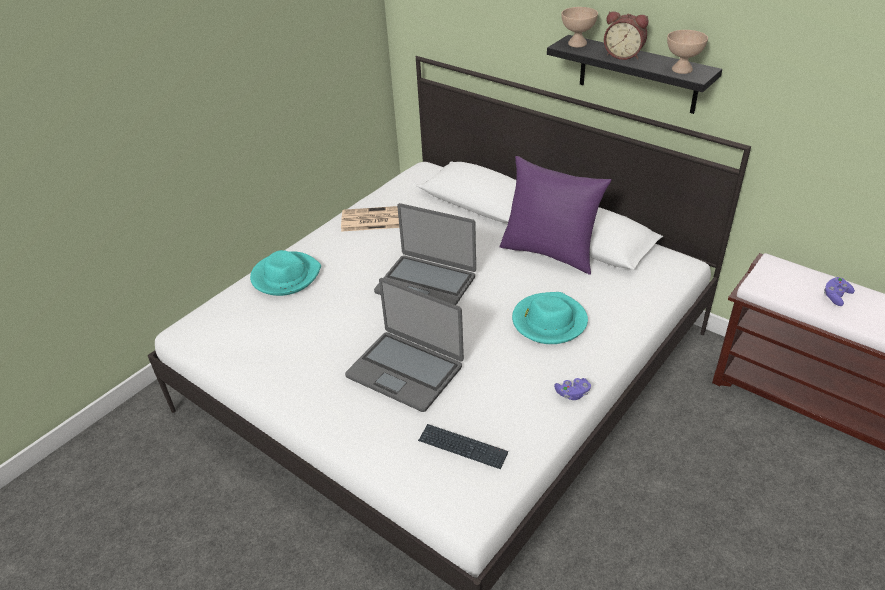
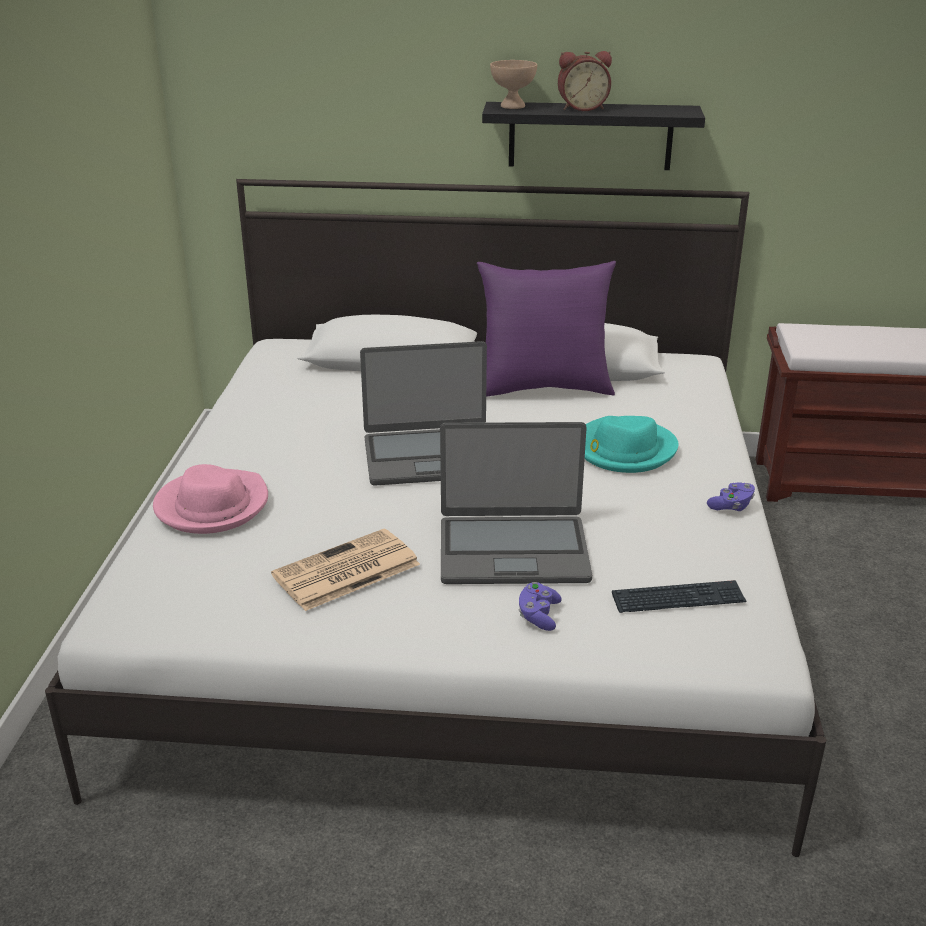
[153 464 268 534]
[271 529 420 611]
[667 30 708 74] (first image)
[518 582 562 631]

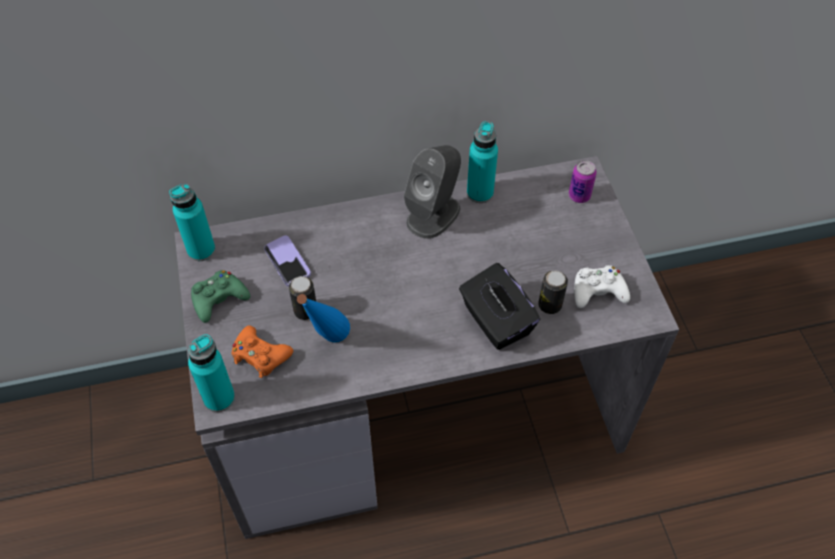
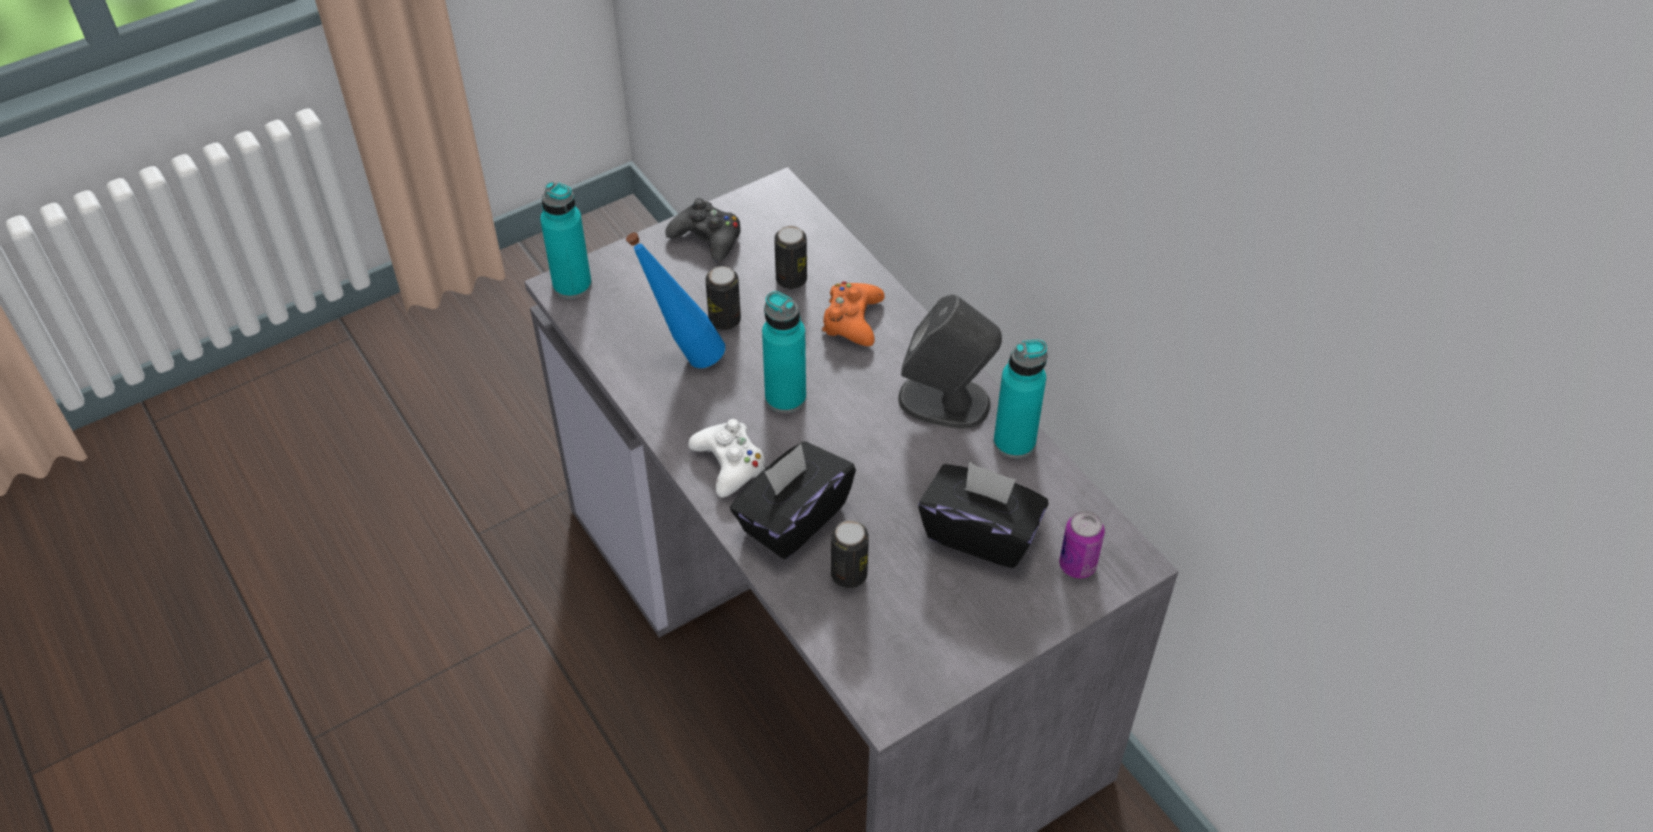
[762 291 806 413]
[665 198 741 262]
[822 281 885 346]
[774 226 807 289]
[688 419 766 497]
[918 461 1048 568]

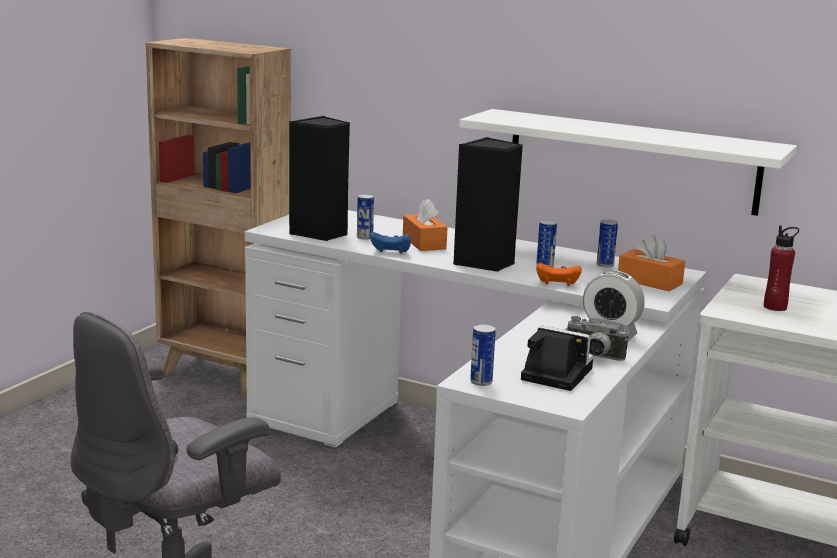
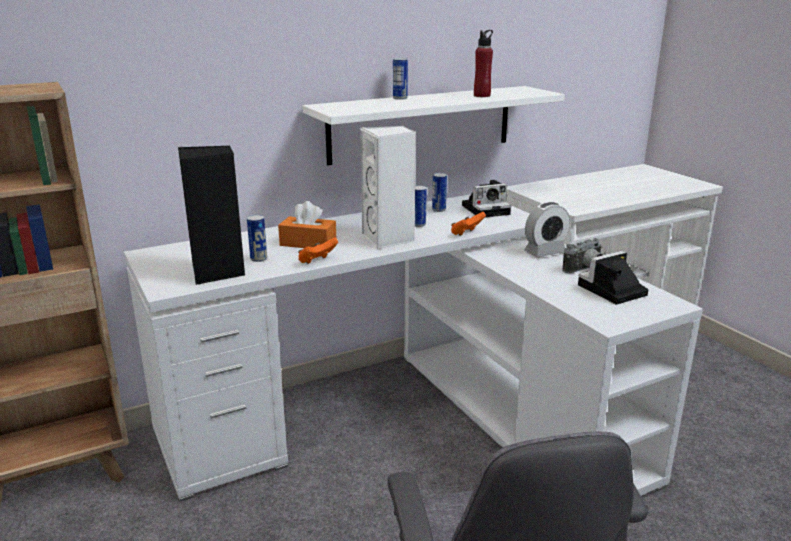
[298 238 338 264]
[360 126 416 249]
[393 58 408 100]
[462 180 511 217]
[474 30 493 97]

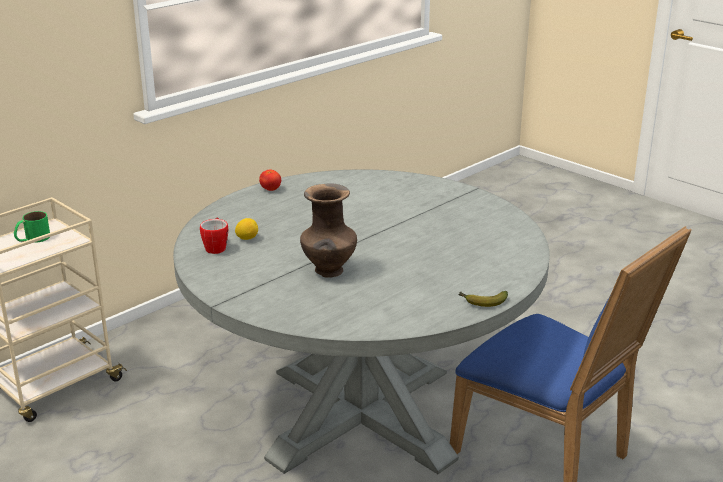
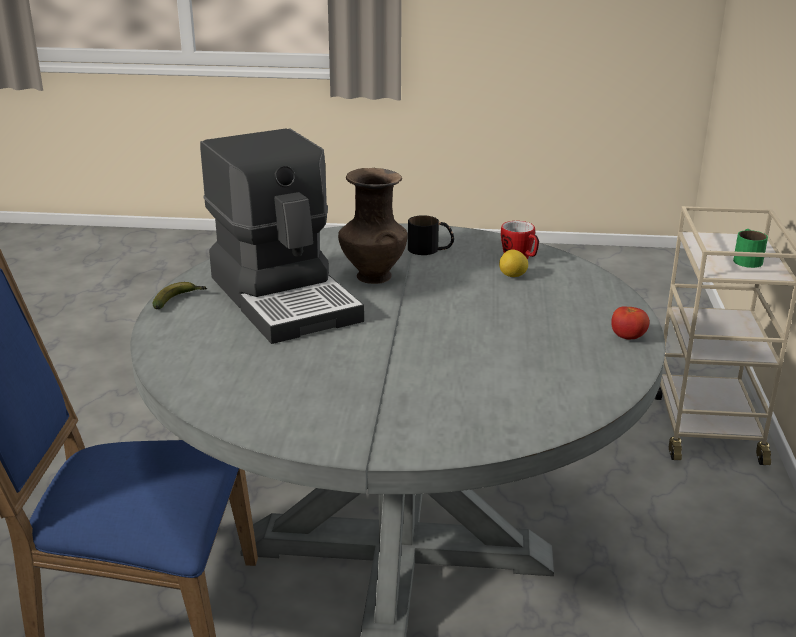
[200 129 364 344]
[408 215 454 255]

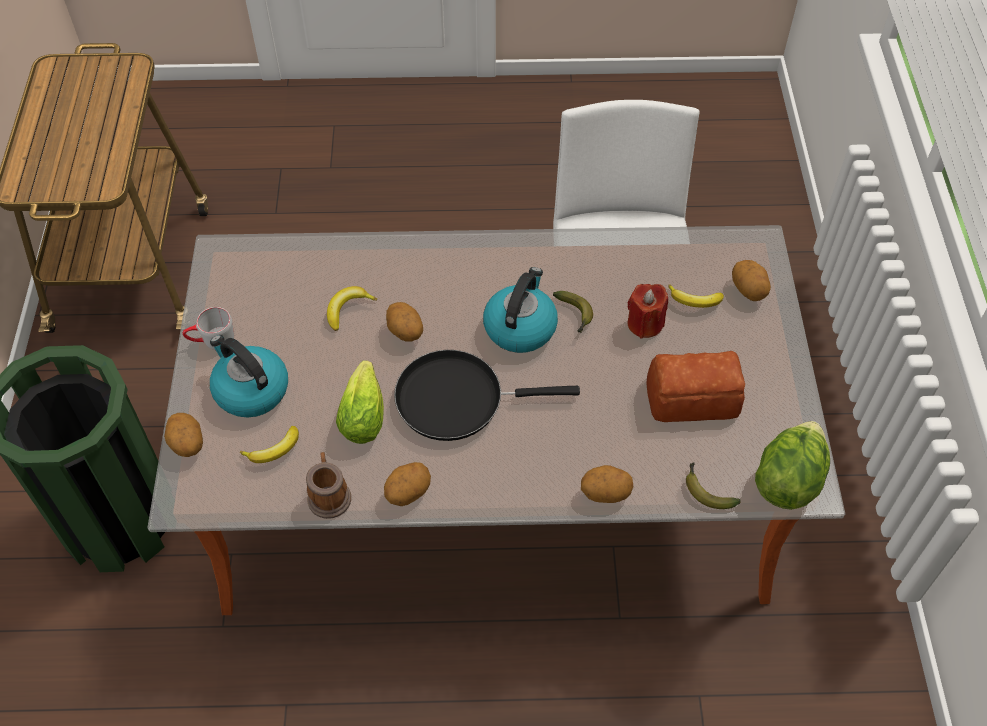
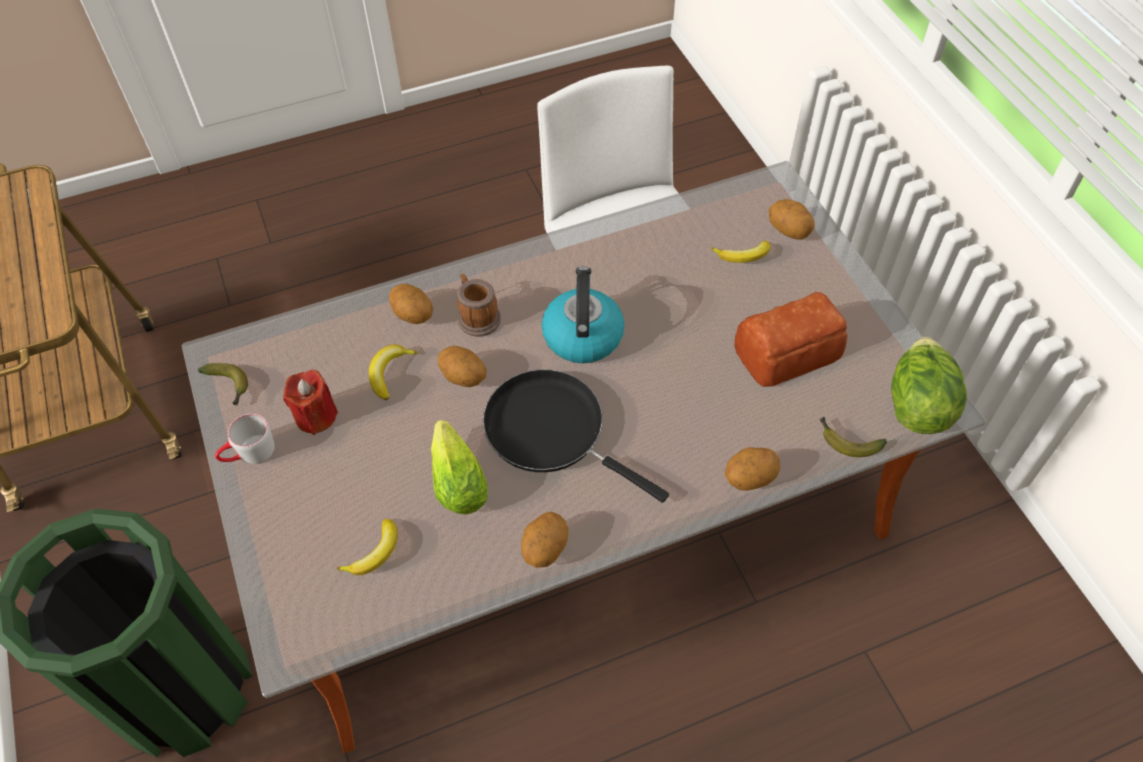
[389 284 433 324]
[210 335 288 418] (first image)
[457 274 501 337]
[483 369 669 503]
[198 363 248 406]
[283 370 338 435]

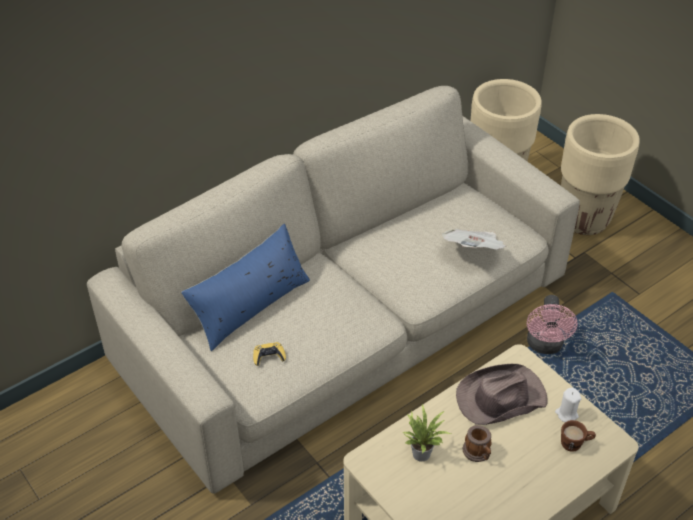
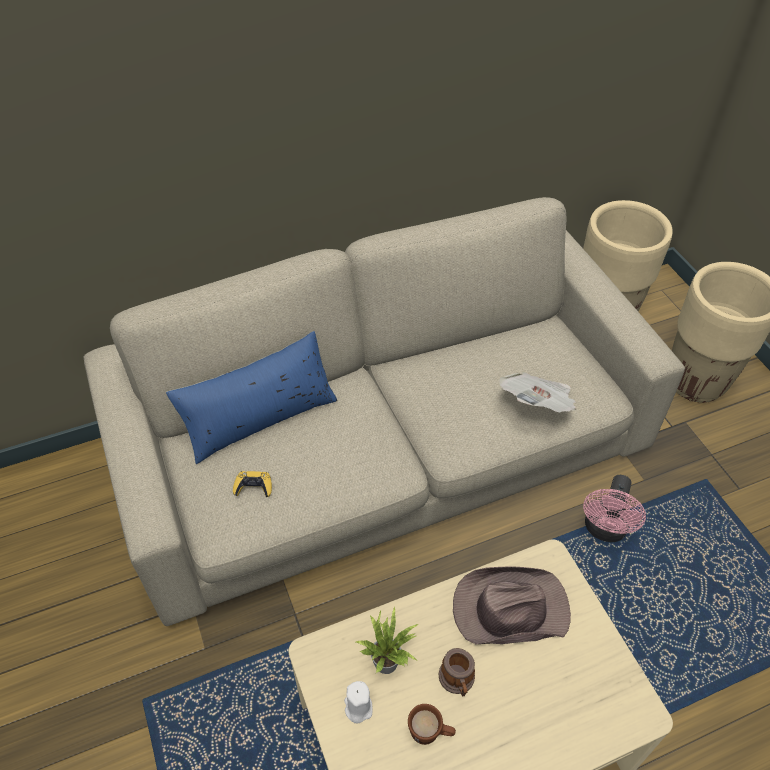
[344 681 372 724]
[408 704 456 745]

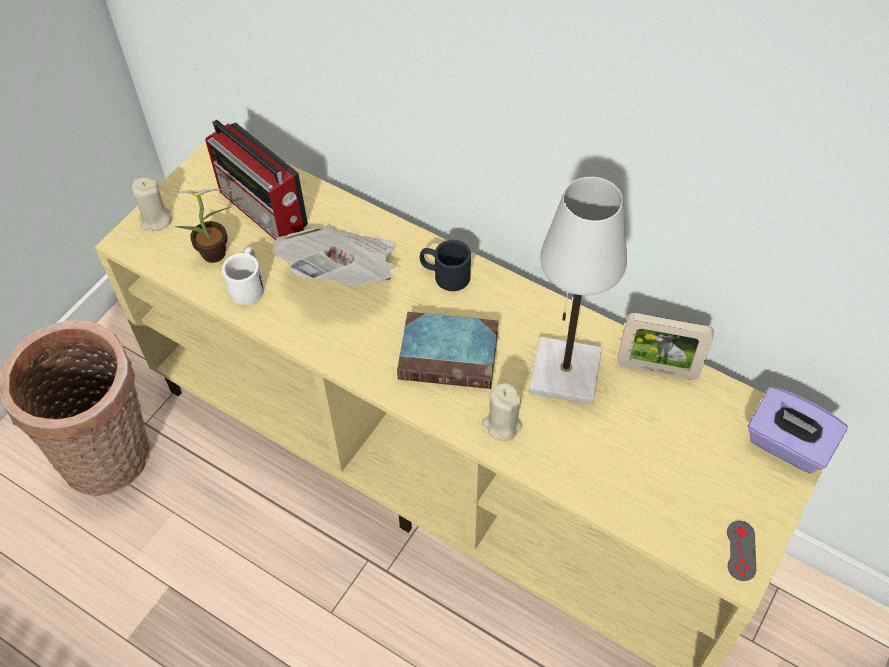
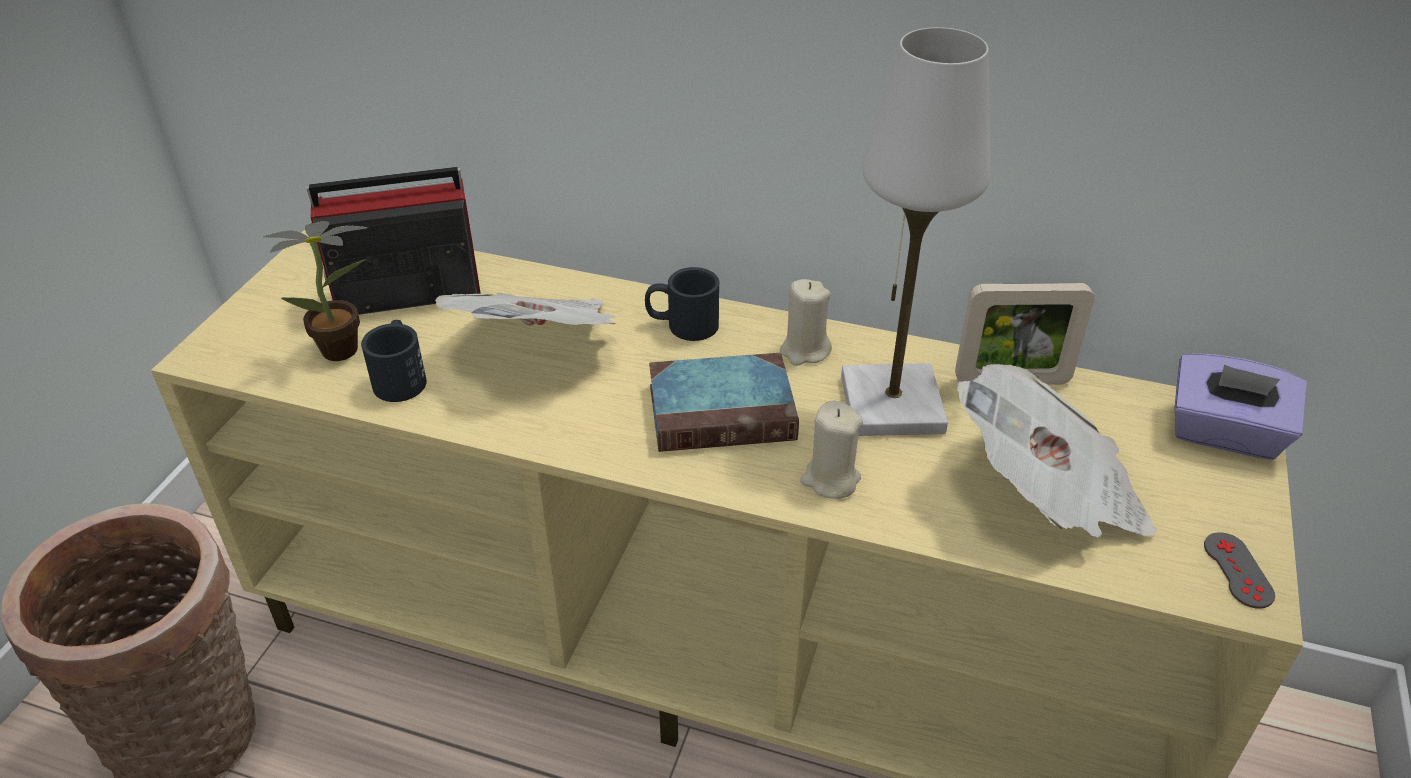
[780 279 832 366]
[307 167 481 315]
[361 320 427 402]
[957 364 1157 538]

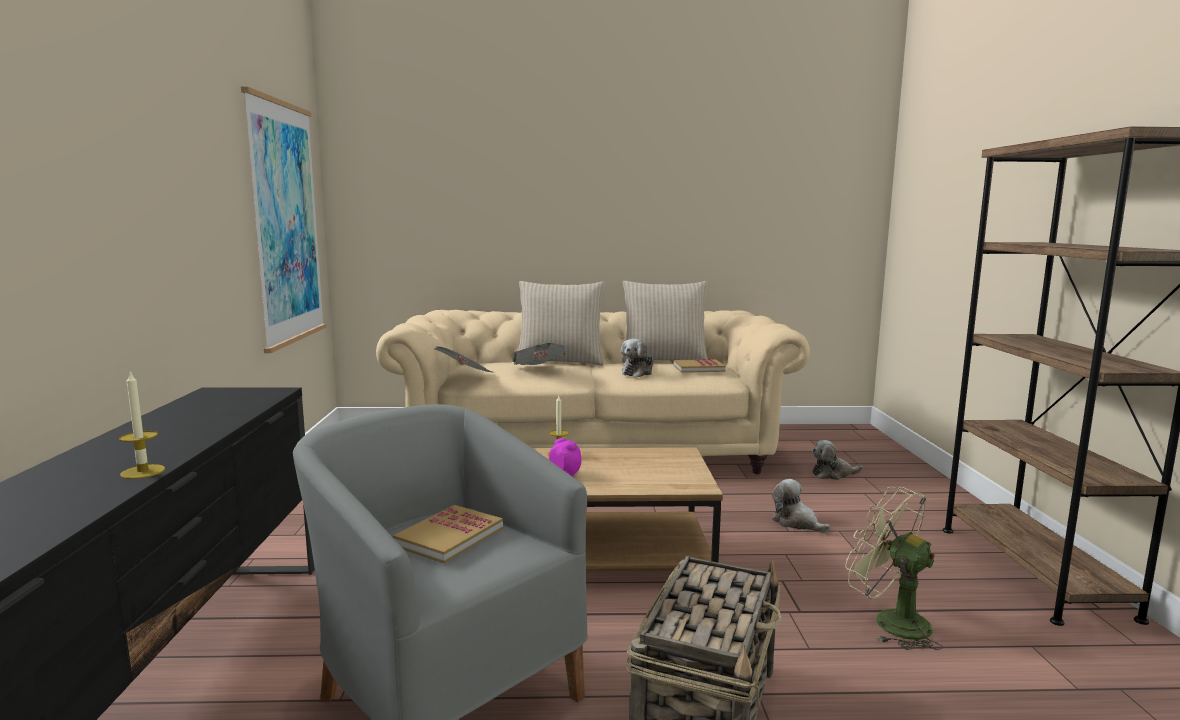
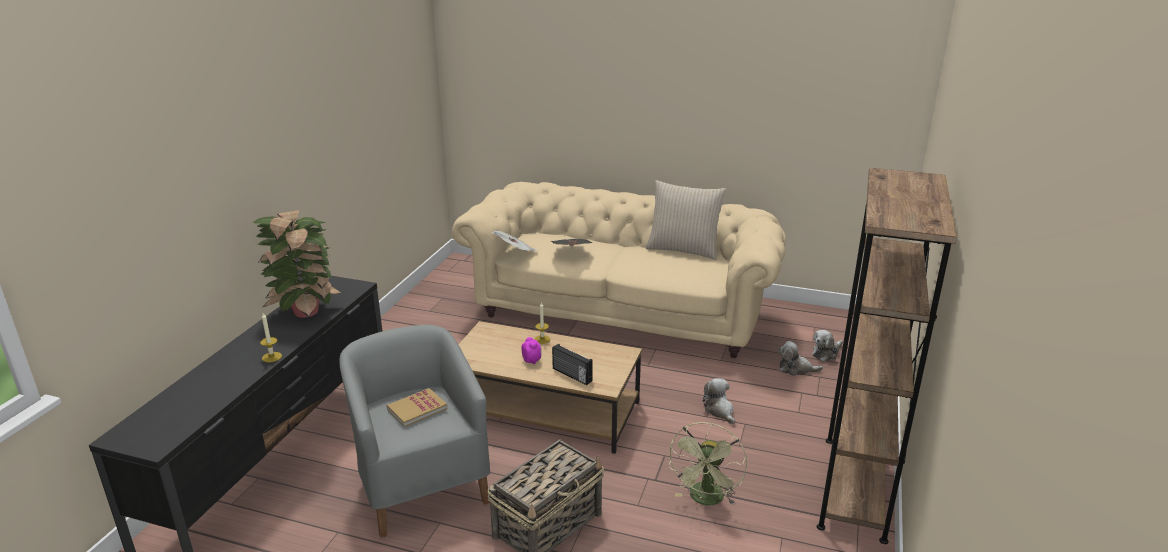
[241 87 326 353] (first image)
[518 281 605 365] (first image)
[812 330 843 362]
[673 359 725 373] (first image)
[668 422 747 505]
[253 210 343 318]
[552 344 593 385]

